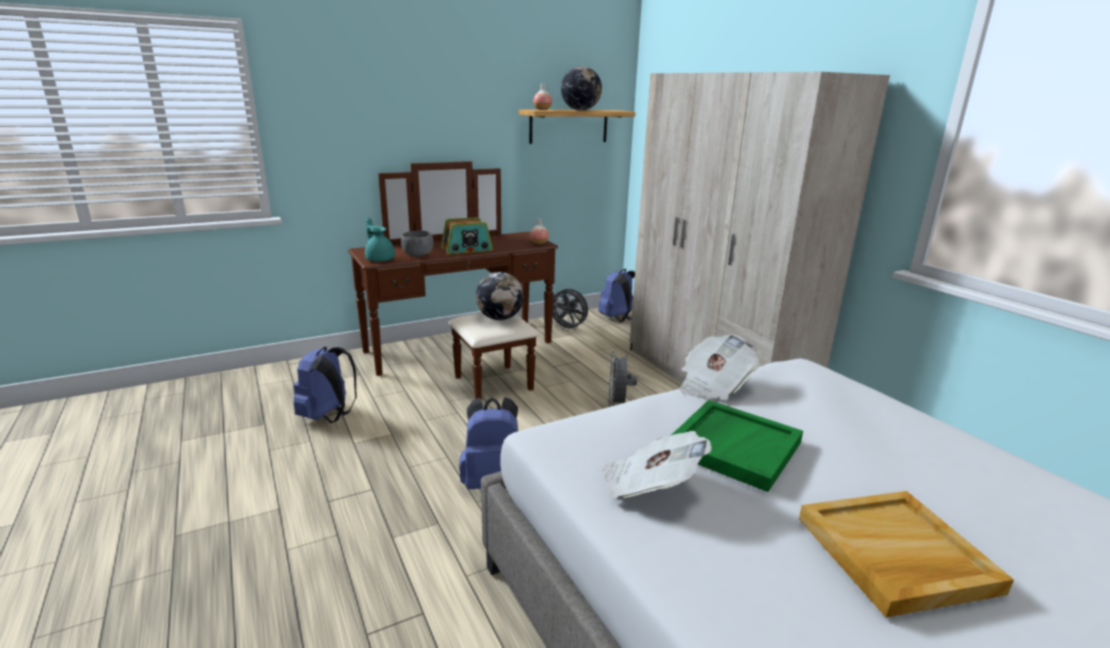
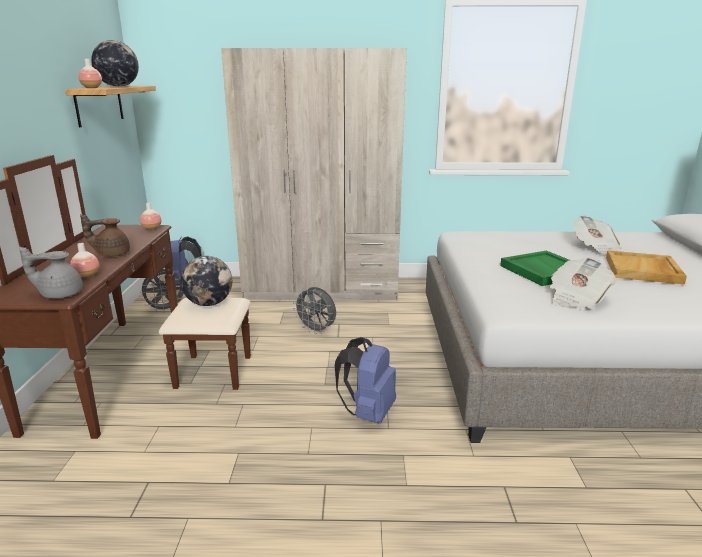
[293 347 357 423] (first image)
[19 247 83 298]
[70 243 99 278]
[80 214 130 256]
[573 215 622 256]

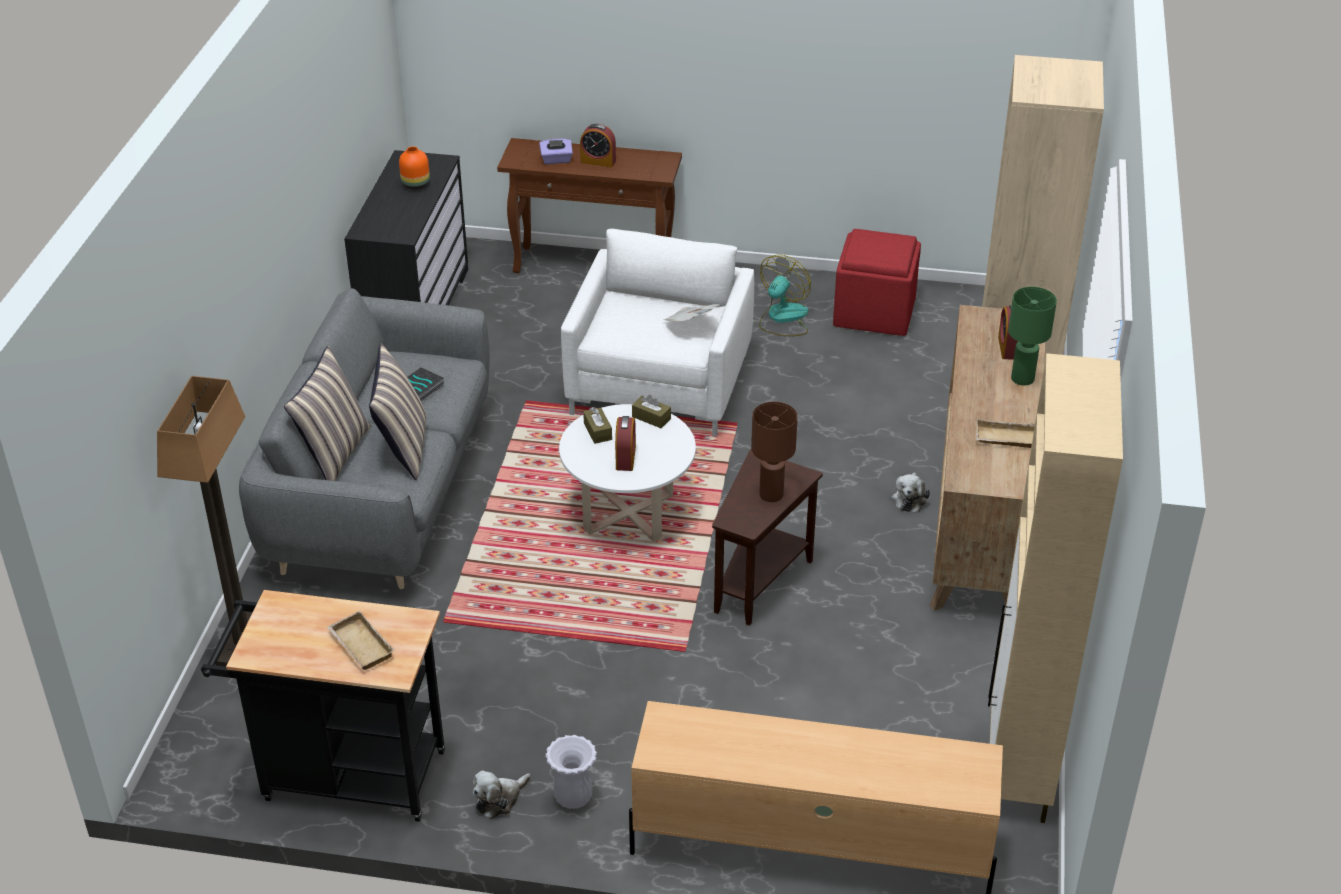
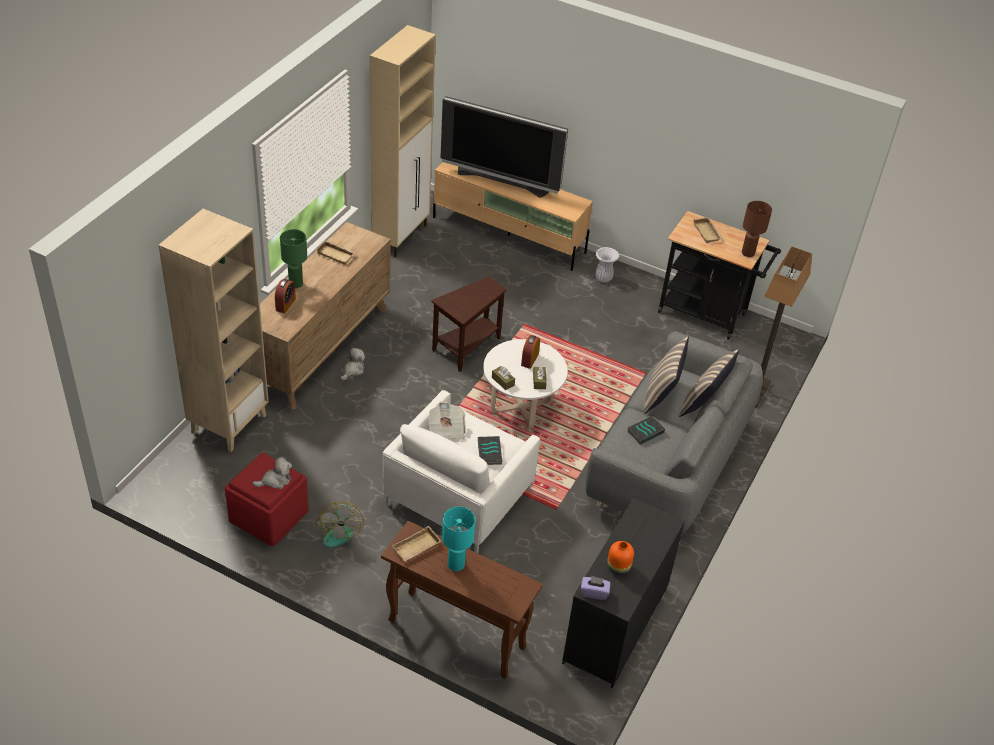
[252 457 292 489]
[581 576 610 600]
[442 507 475 571]
[742 201 772 257]
[315 501 364 548]
[392 526 441 562]
[440 96 568 198]
[478 436 502 465]

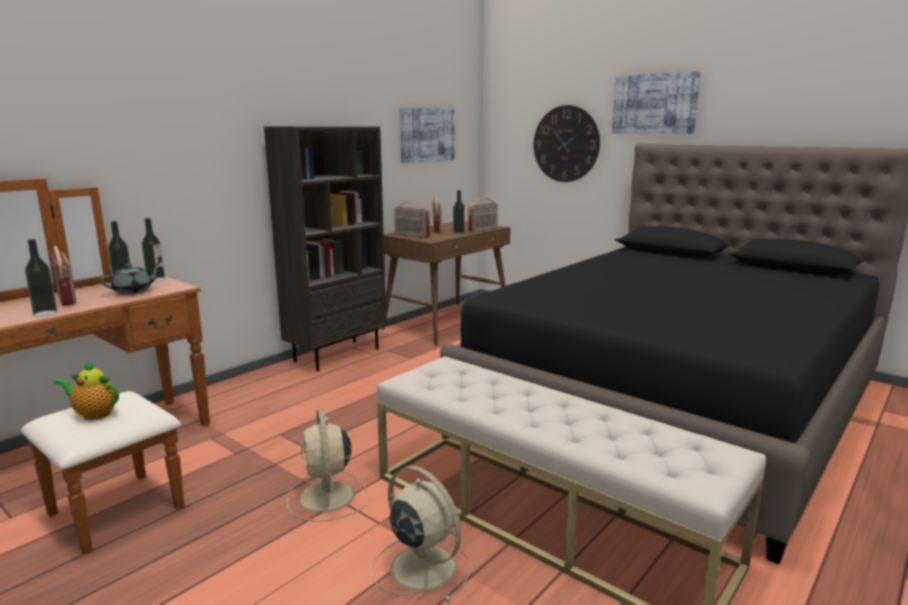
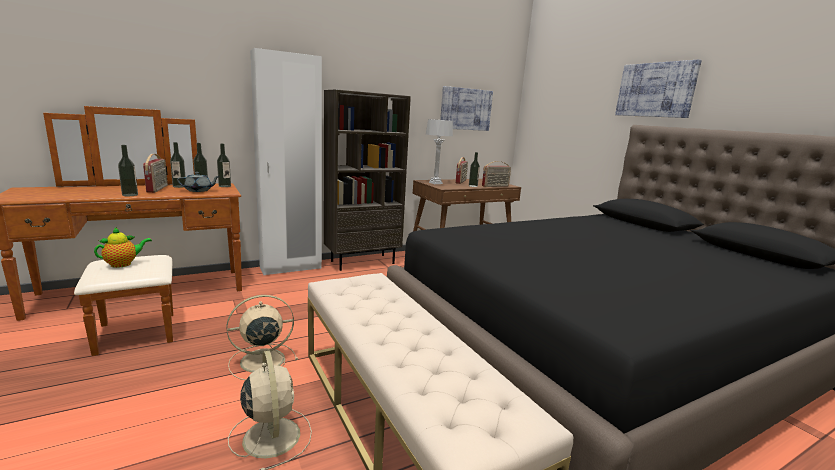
[94 227 152 268]
[226 295 298 380]
[426 119 453 184]
[534 105 600 182] (first image)
[170 142 186 188]
[250 48 322 275]

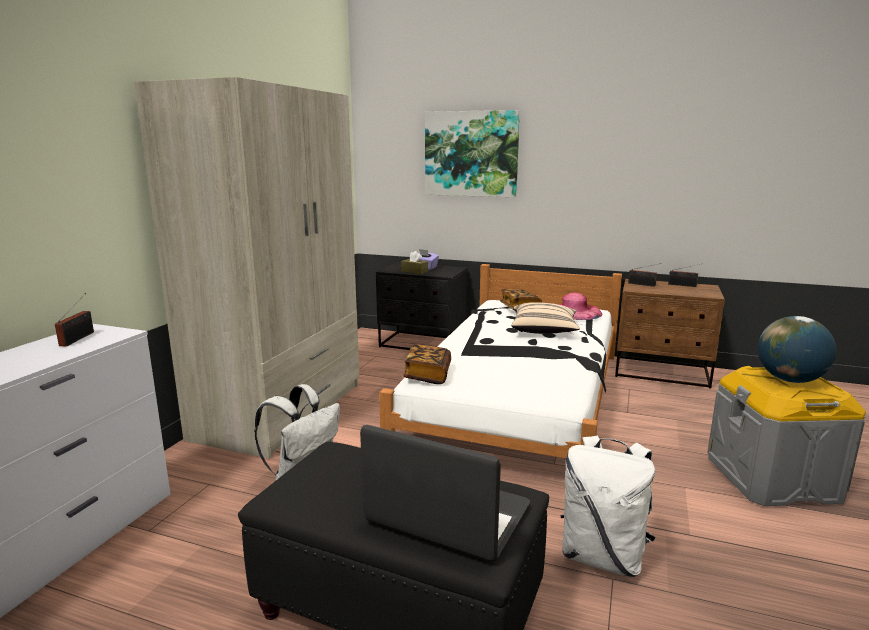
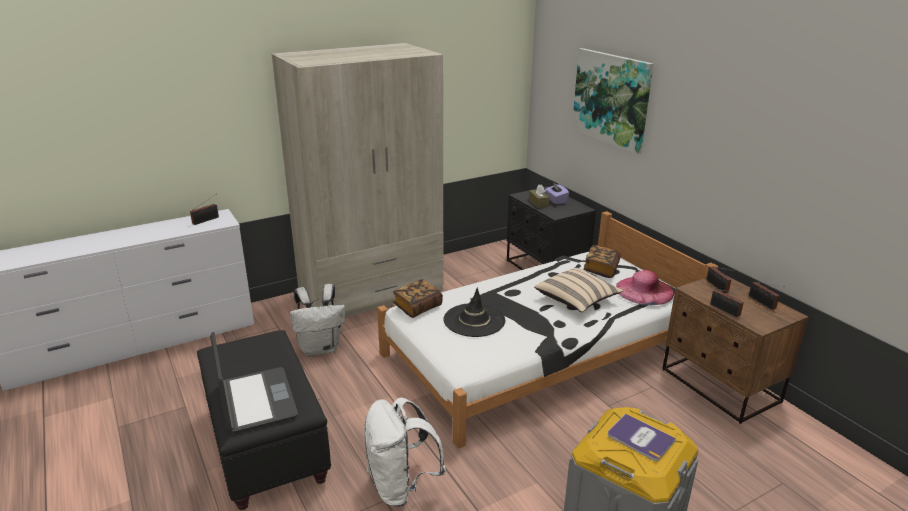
[608 414 676 461]
[443 288 505 337]
[710 289 749 317]

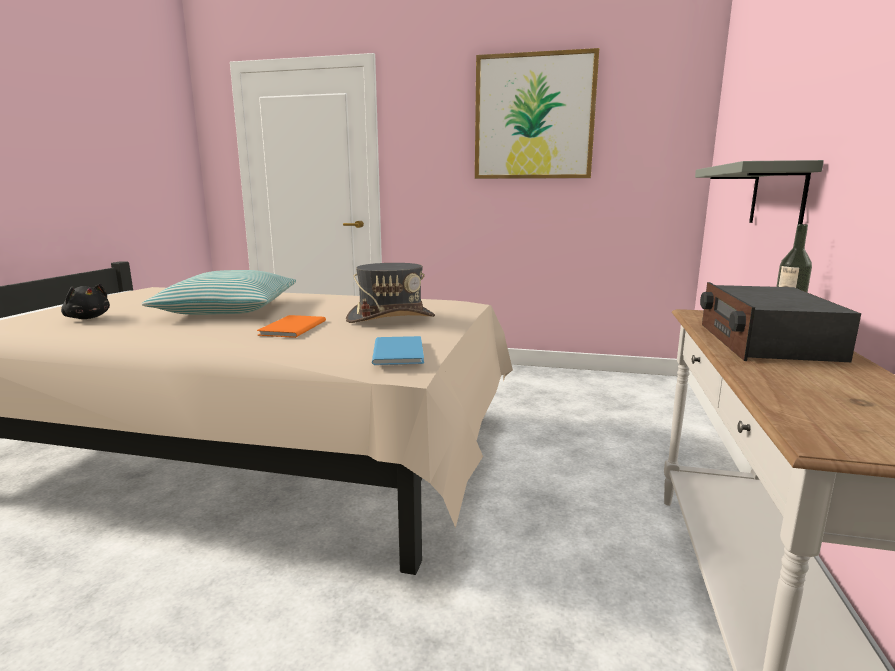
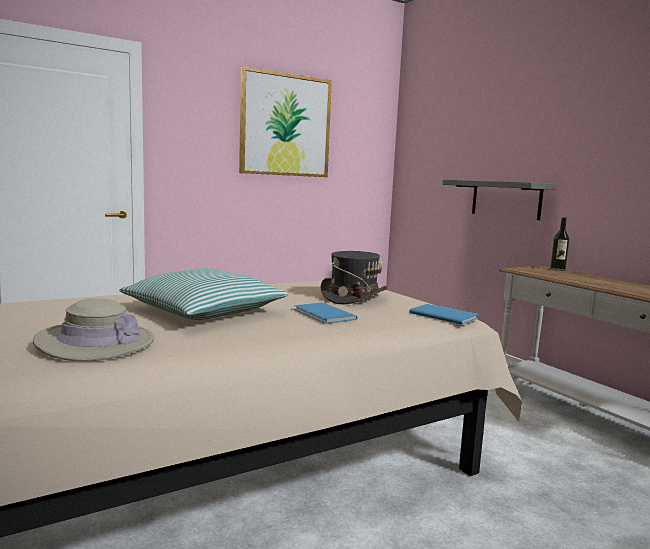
[33 298 154 361]
[294 302 358 324]
[700 282 861 362] (first image)

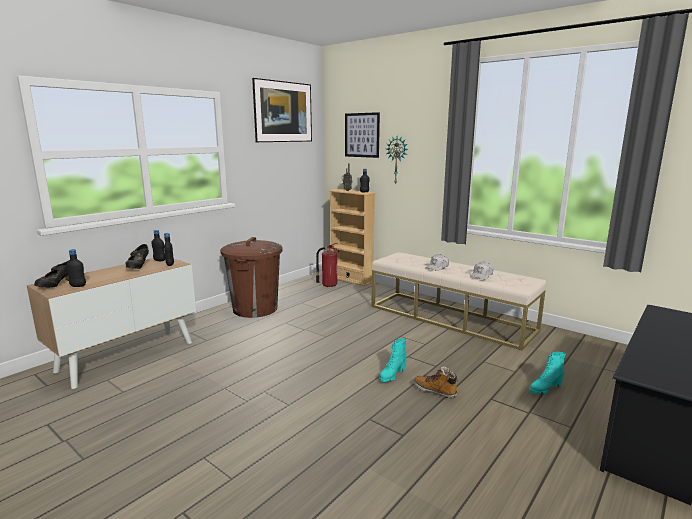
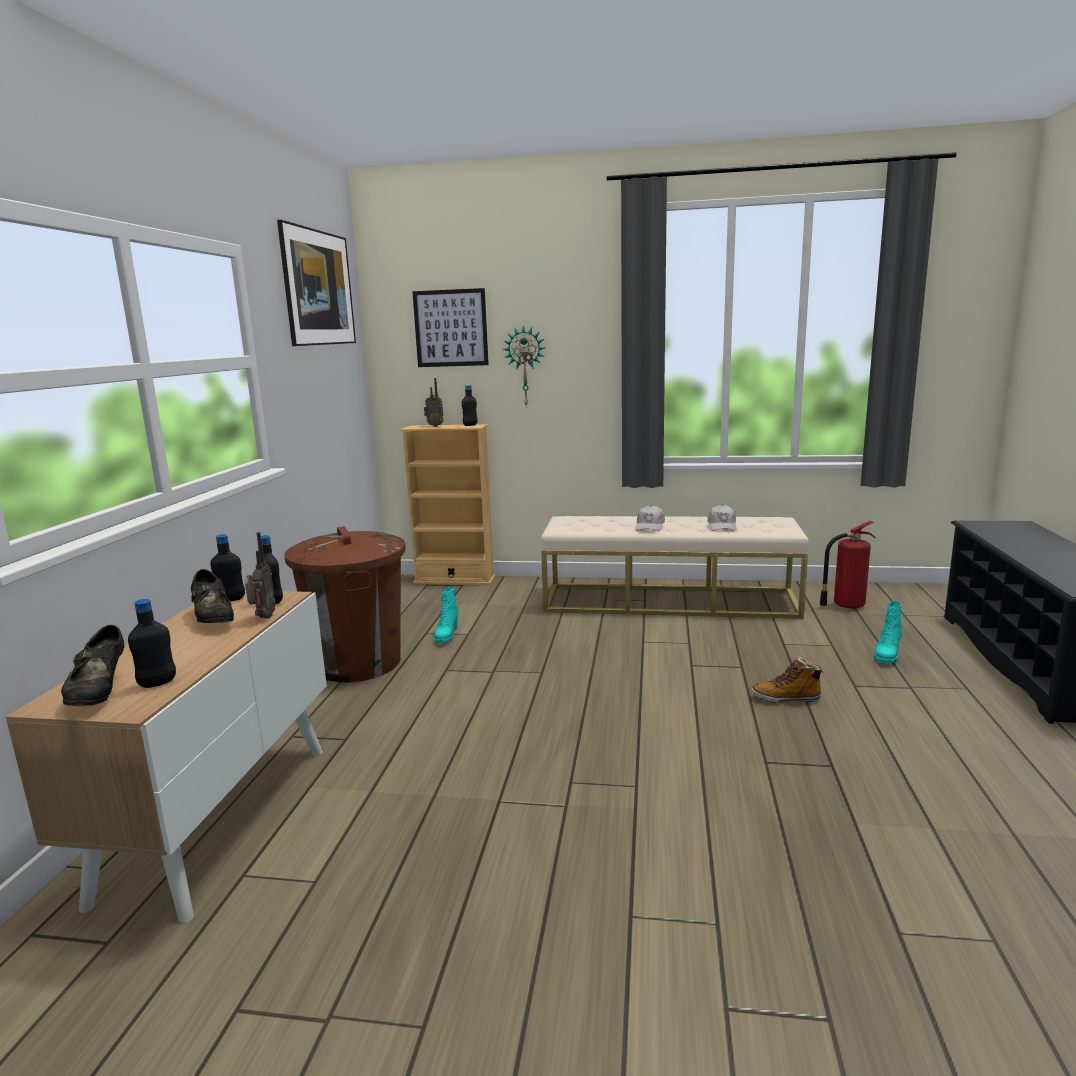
[820 521 876 610]
[434 587 458 643]
[245 532 276 618]

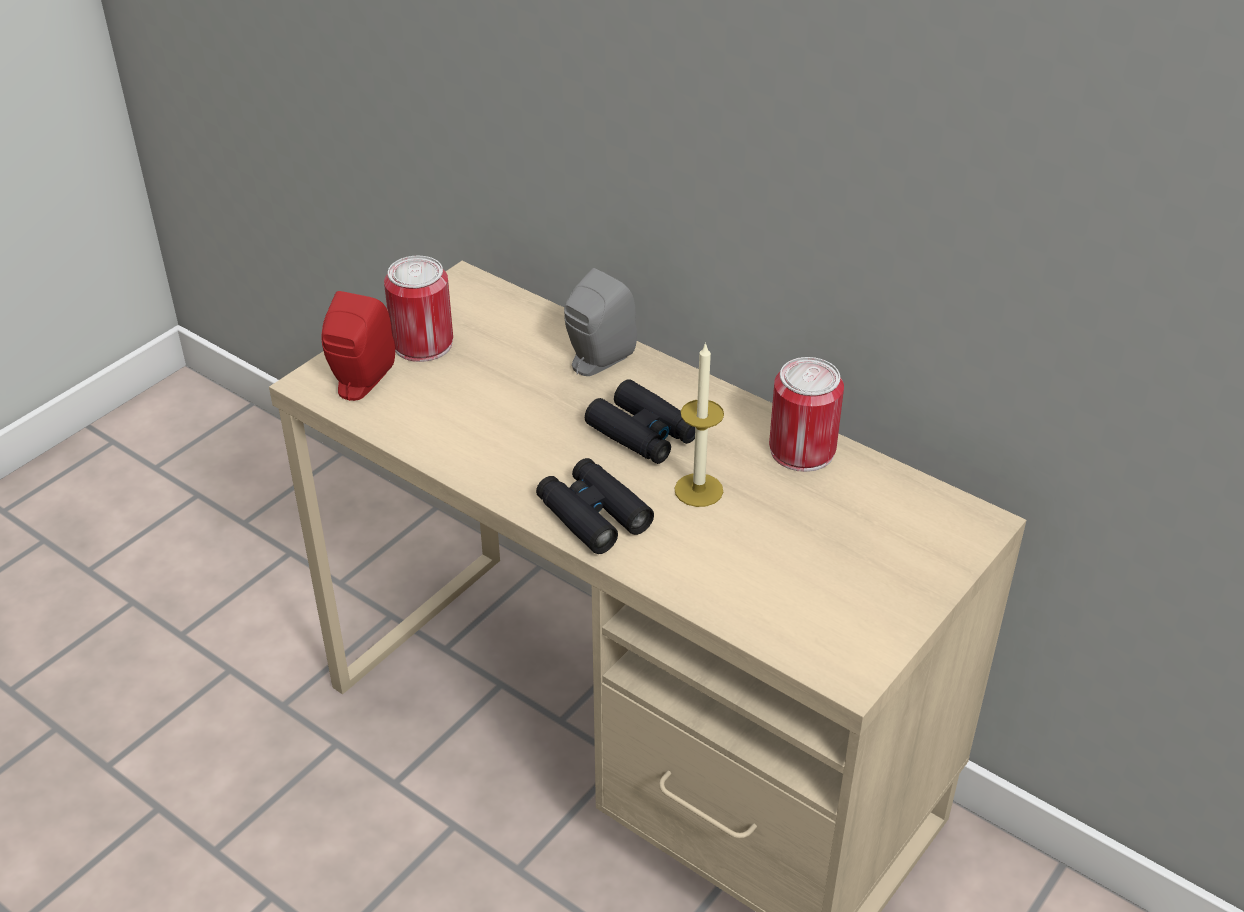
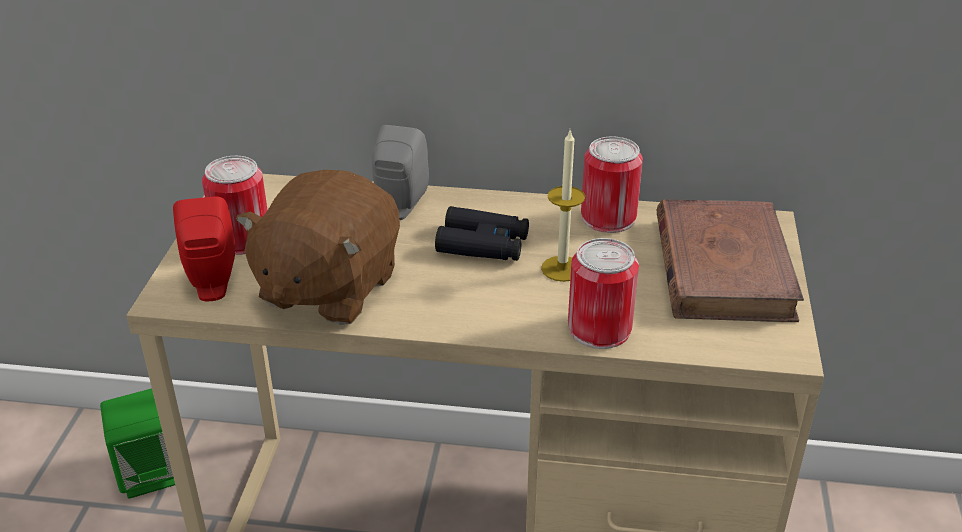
[536 458 654 554] (first image)
[100 388 175 499]
[236 170 400 325]
[568 238 639 349]
[657 199 804 322]

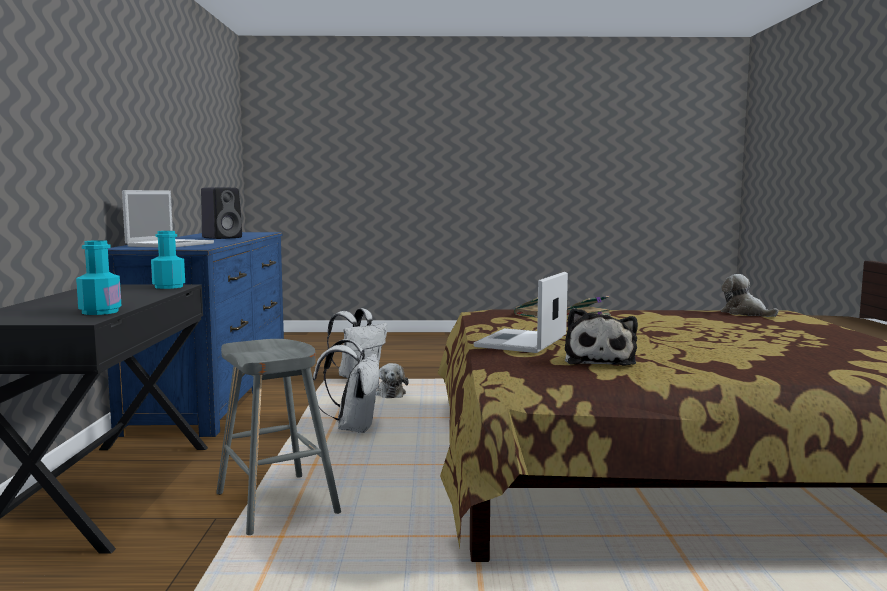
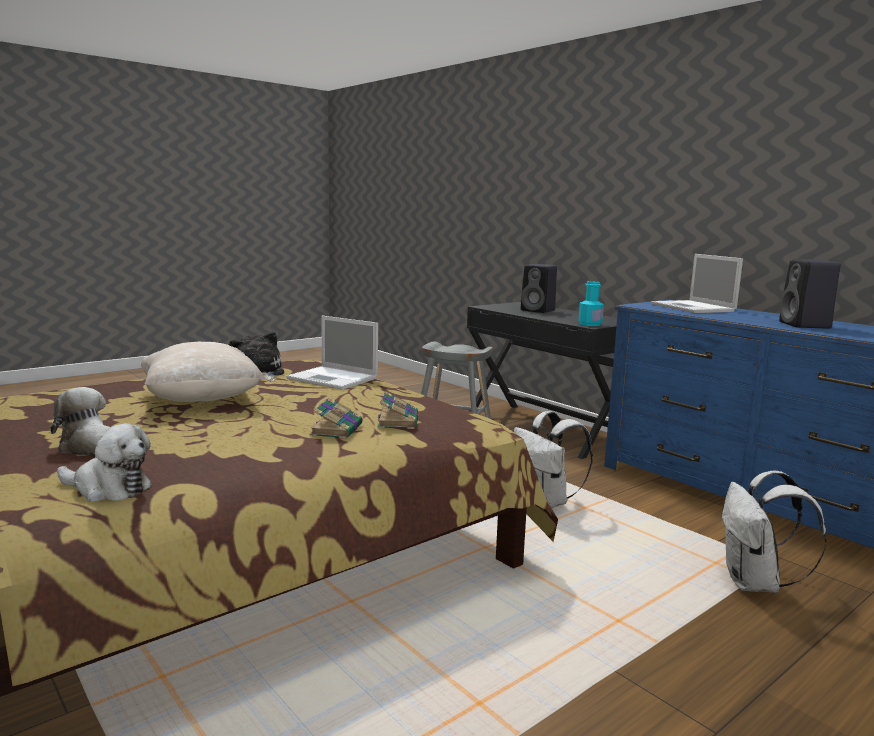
[76 240 121 315] (first image)
[50 387 110 455]
[286 315 378 390]
[141 342 264 402]
[521 264 557 313]

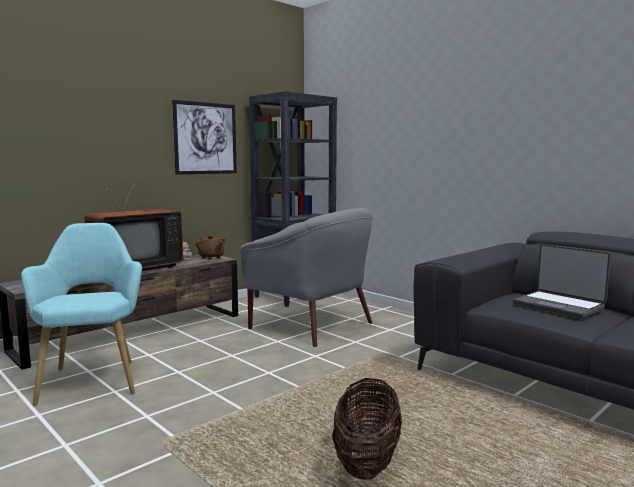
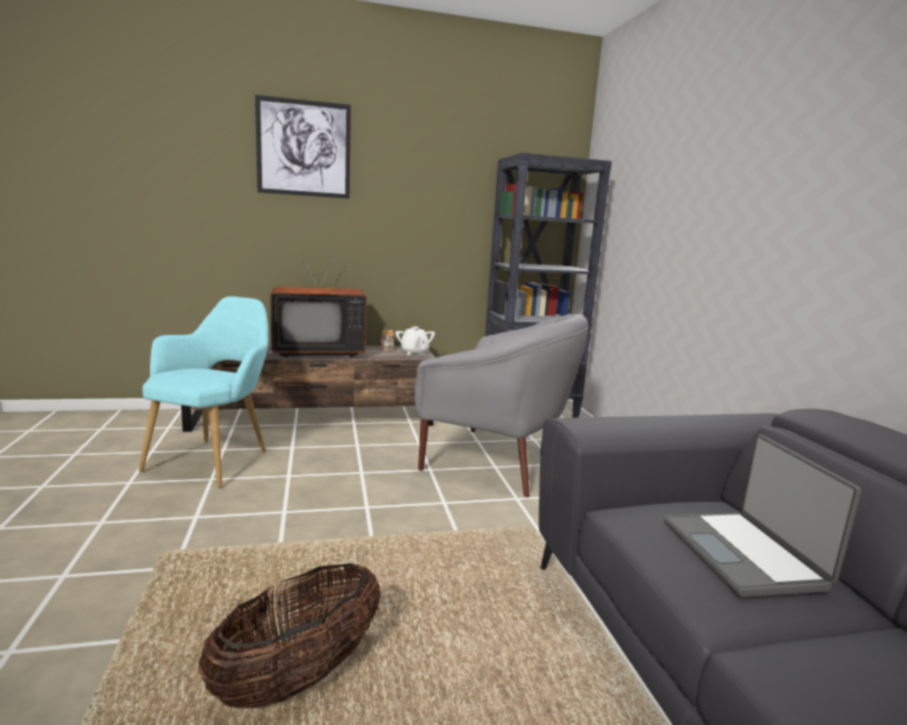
[255 95 351 199]
[395 326 435 355]
[415 314 589 498]

